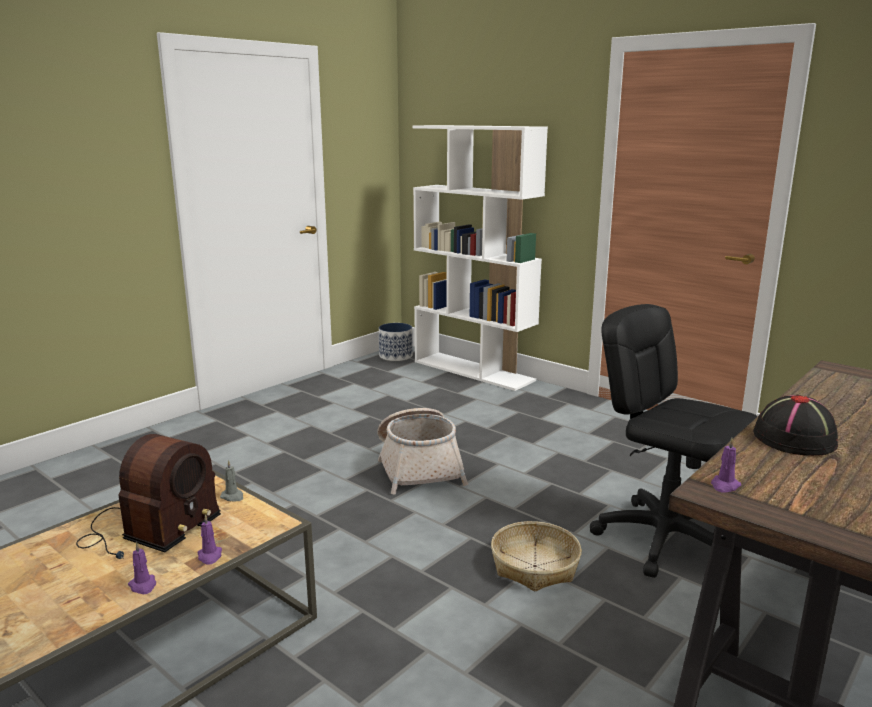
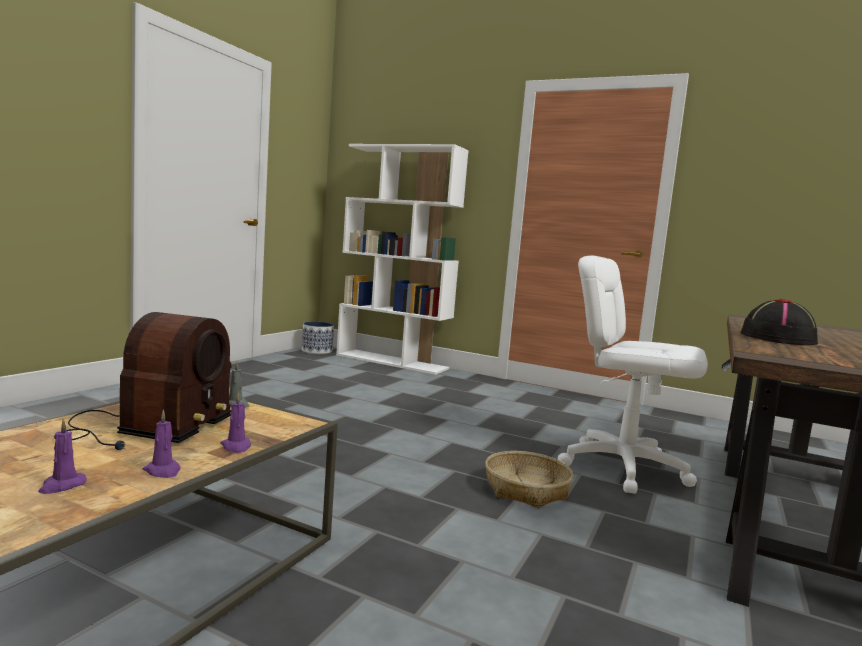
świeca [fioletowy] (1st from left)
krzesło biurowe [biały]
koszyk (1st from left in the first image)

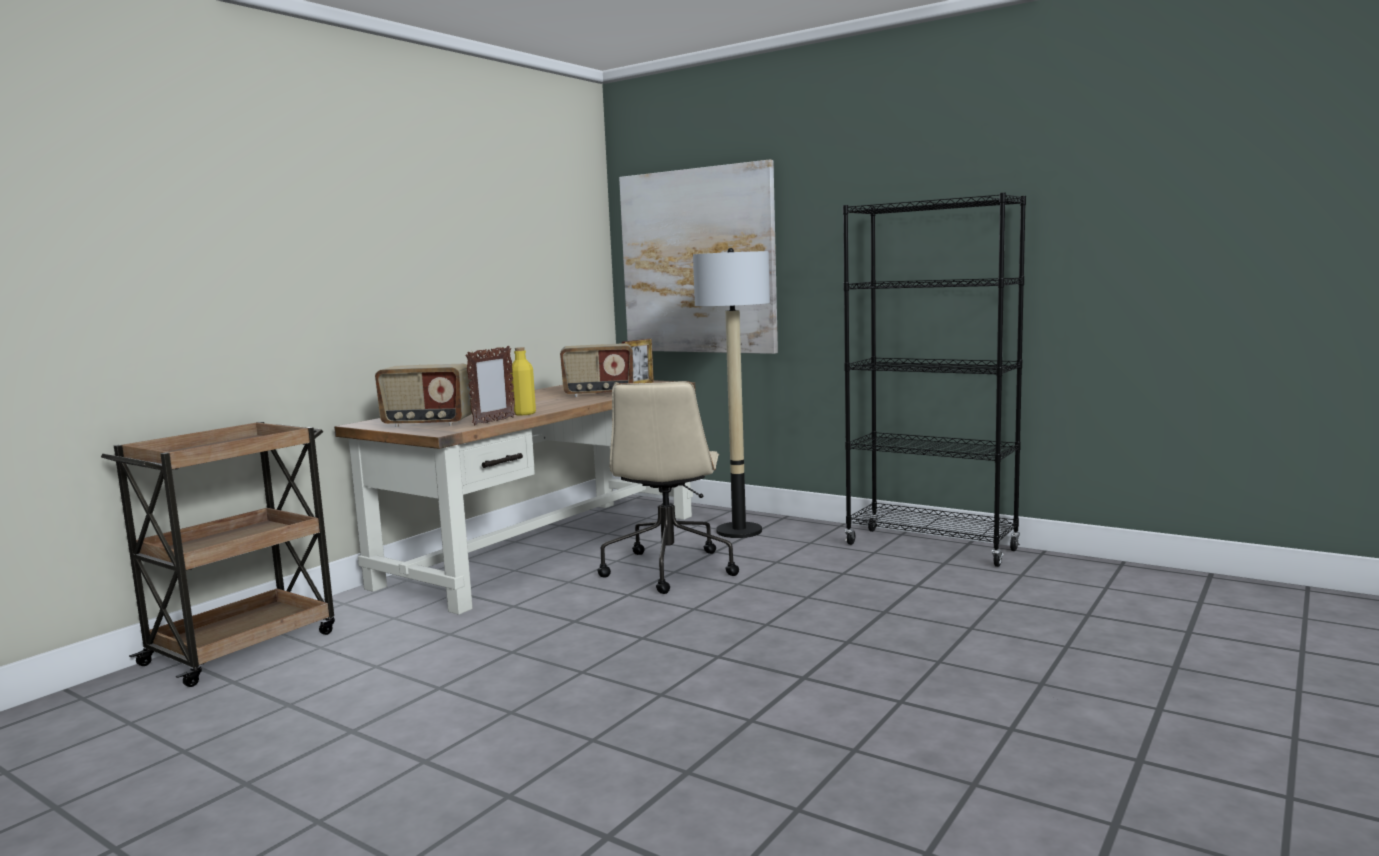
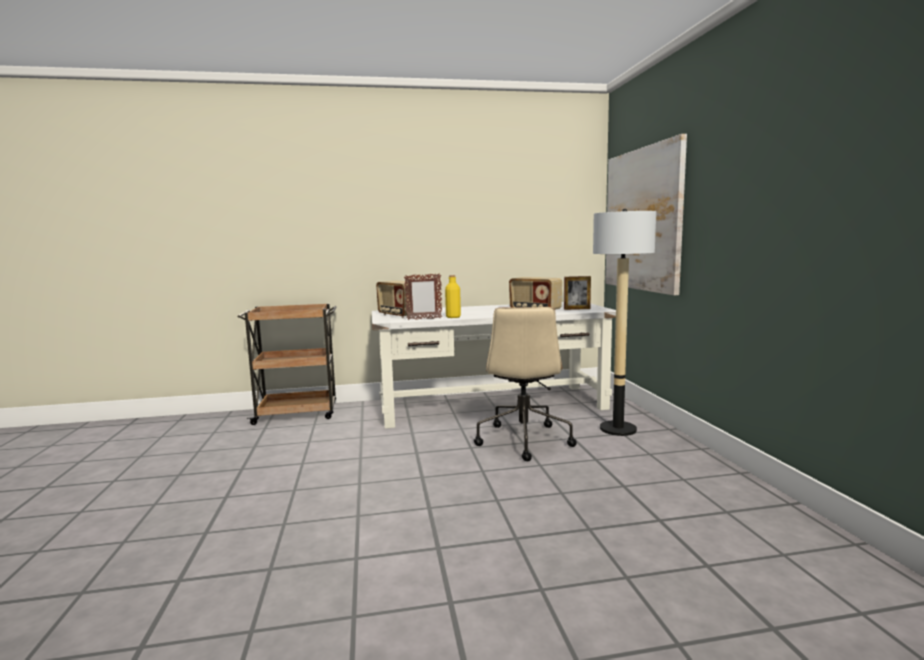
biurko [biały]
krzesło biurowe [beżowy]
regał [czarny]

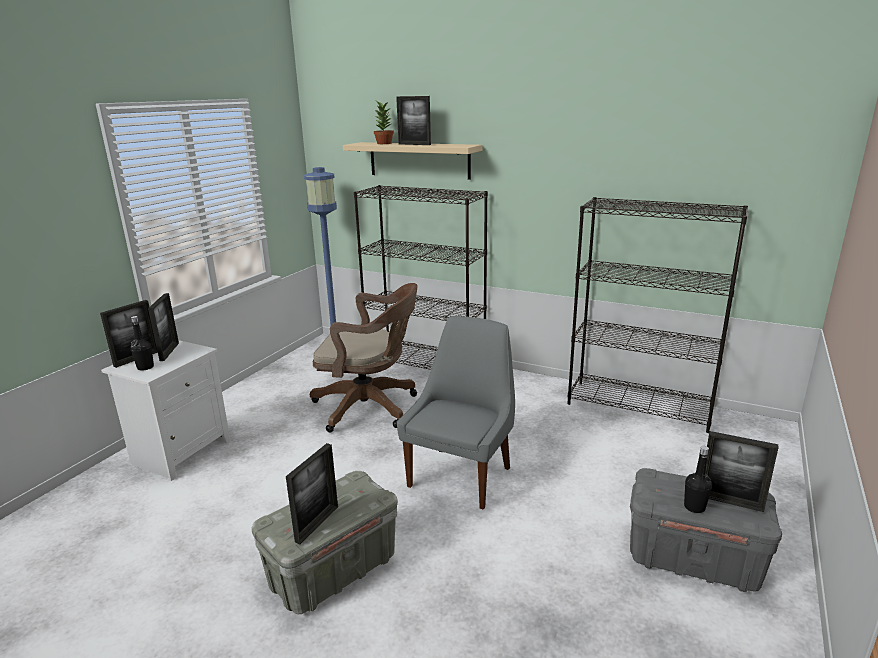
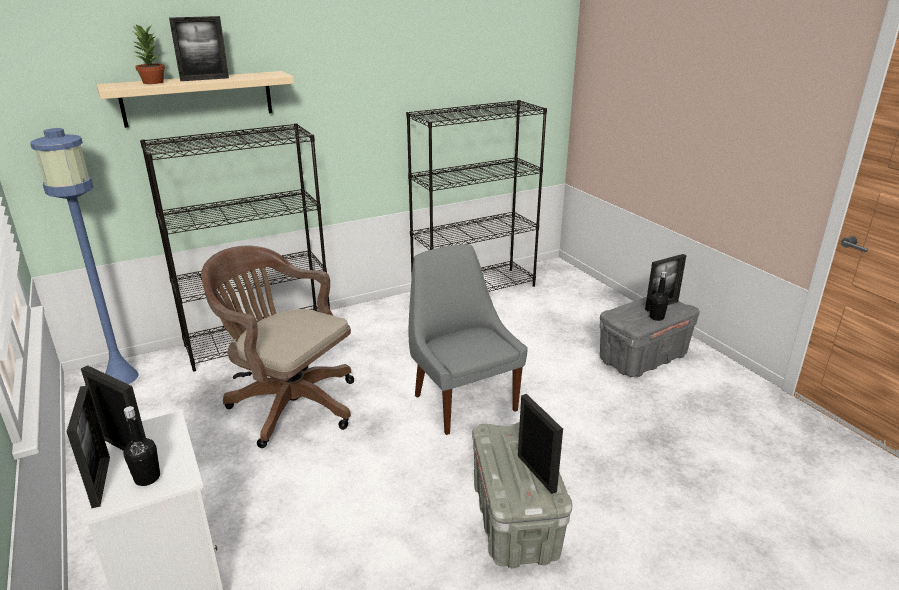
krzesło biurowe [brązowy]

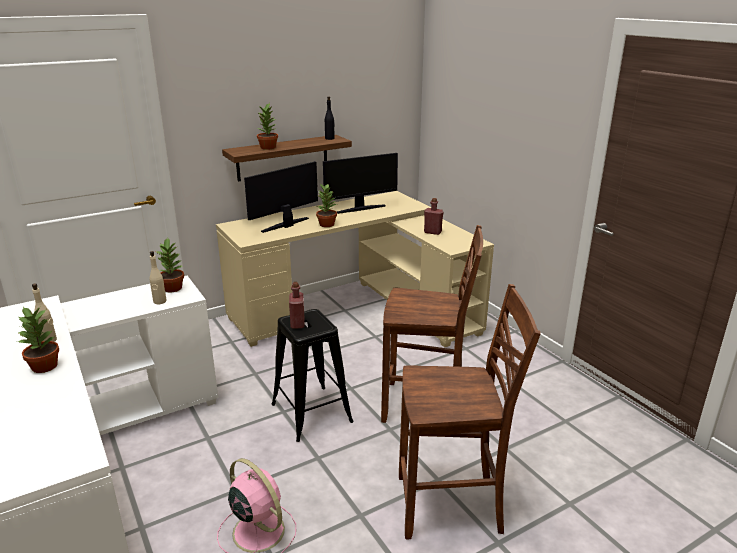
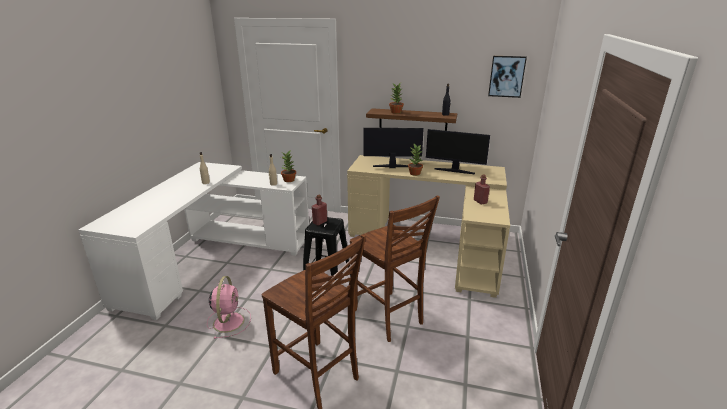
obraz
roślina doniczkowa (1st from left in the first image)

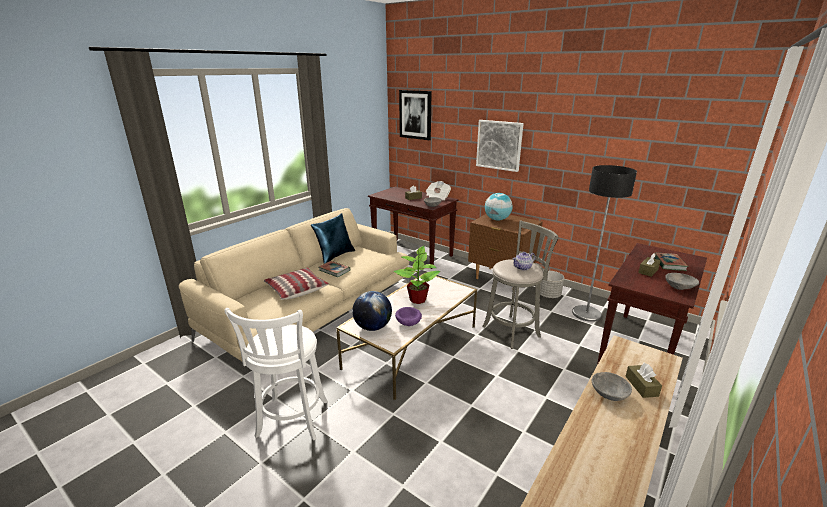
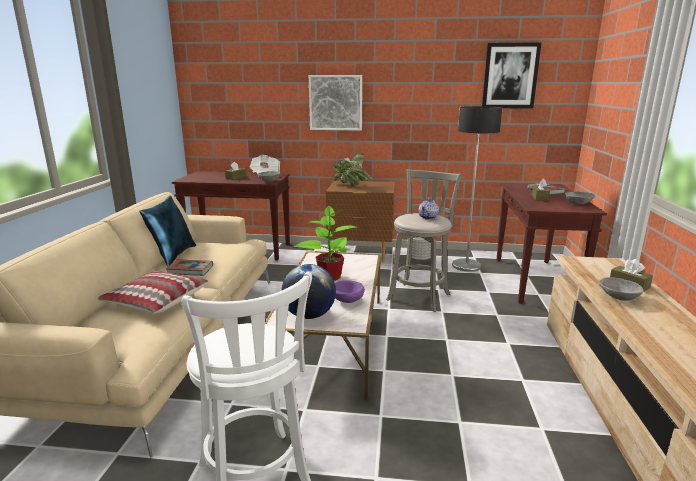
roślina doniczkowa (2nd from left)
obraz (2nd from left)

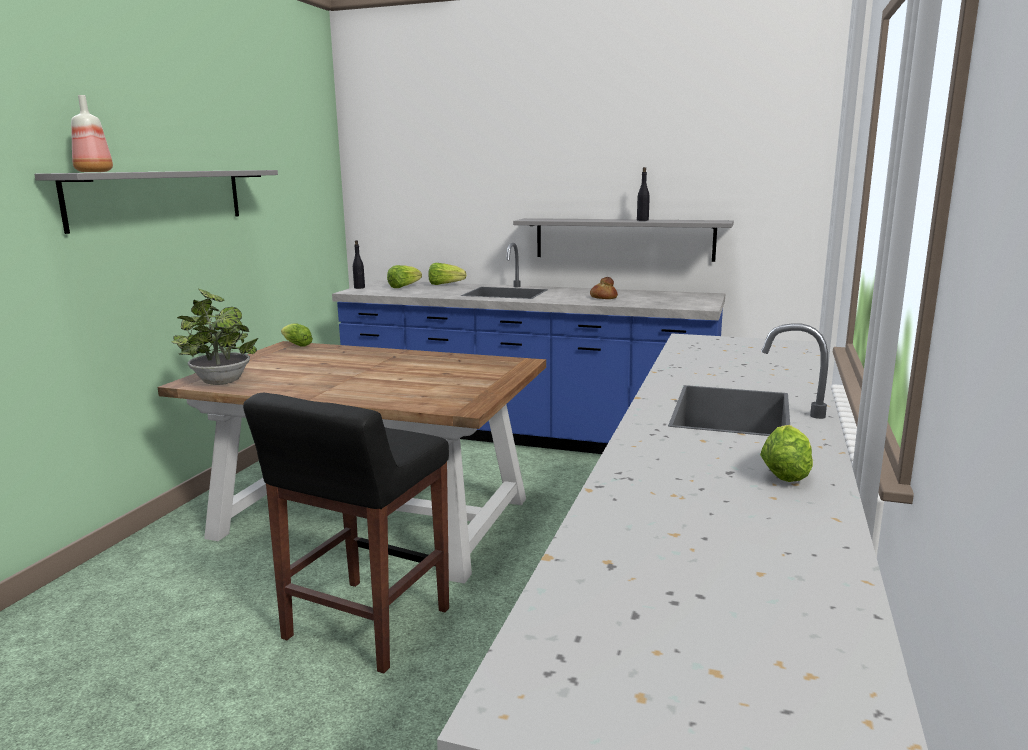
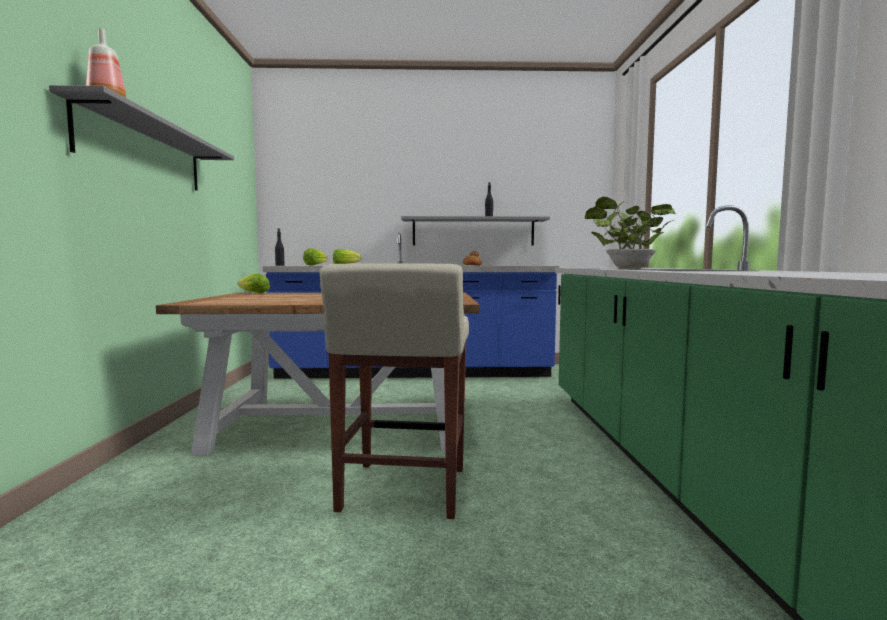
stołek [beżowy]
roślina doniczkowa
sałata (4th from left in the first image)

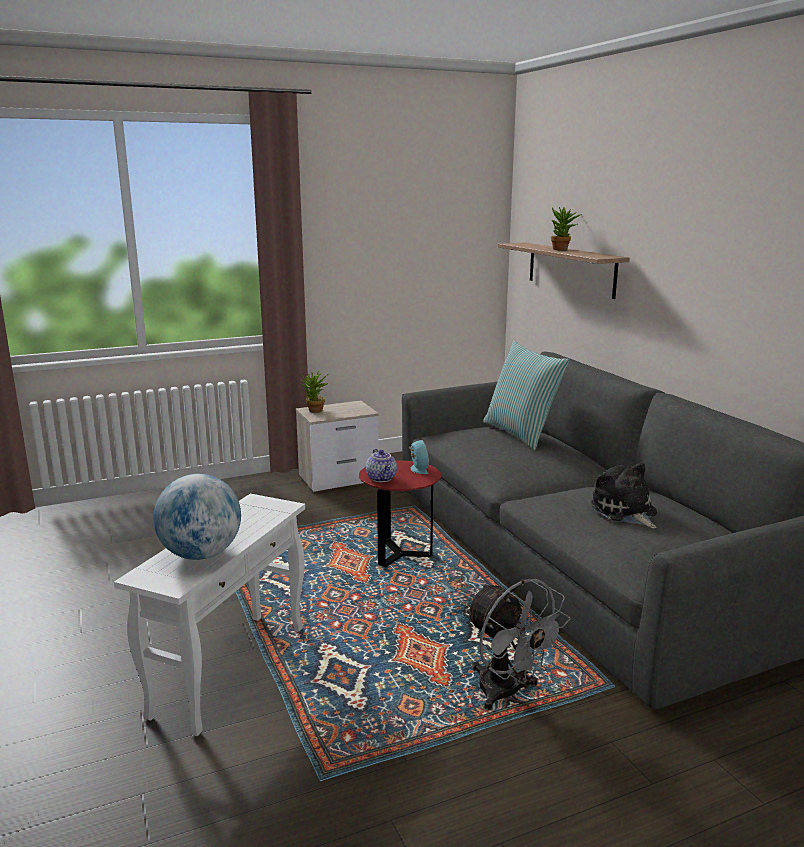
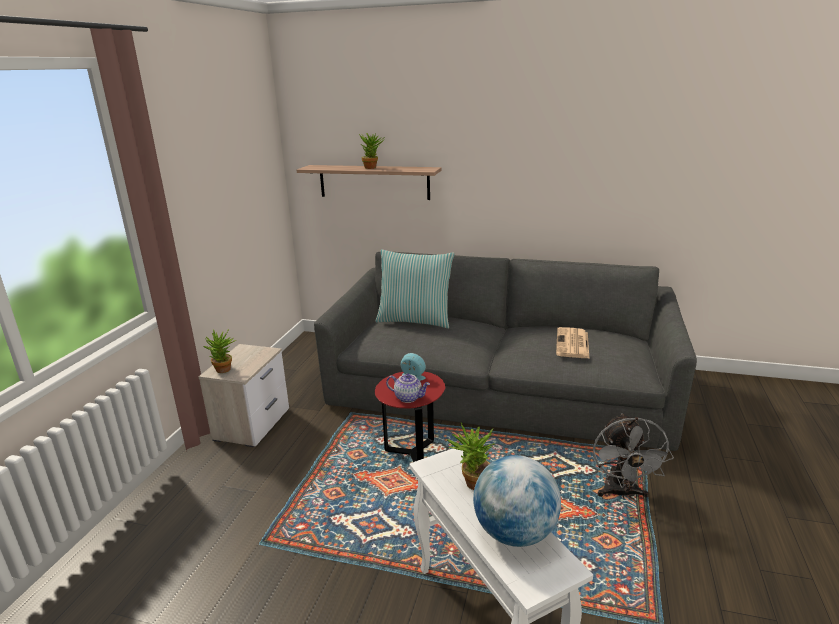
roślina doniczkowa (3rd from left)
gazeta
wentylator [szary]

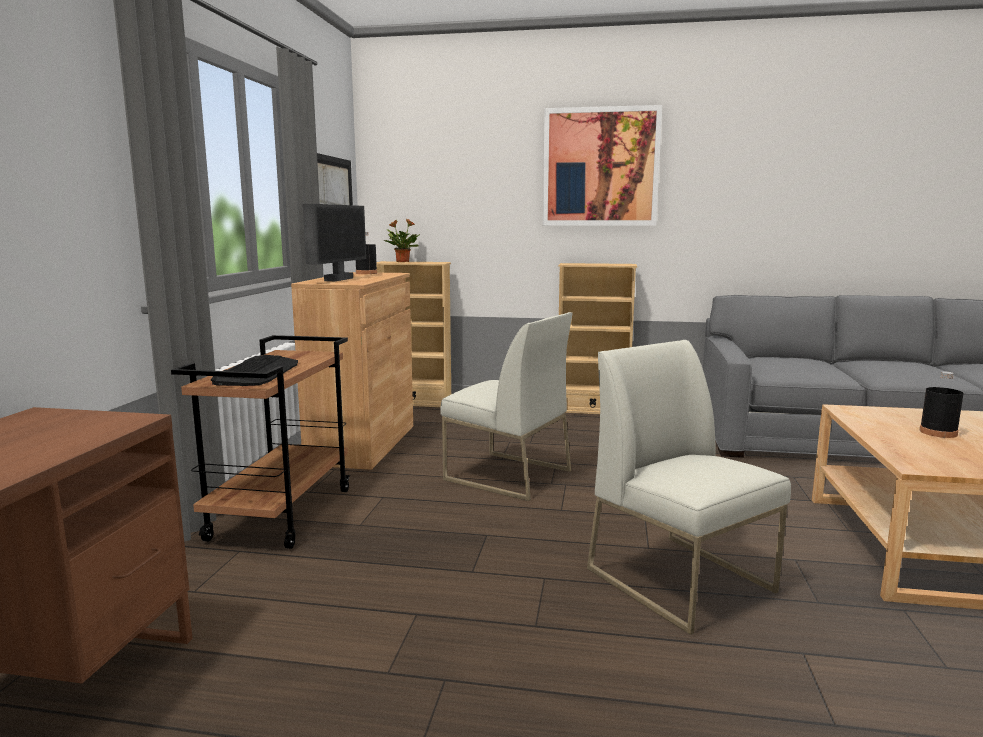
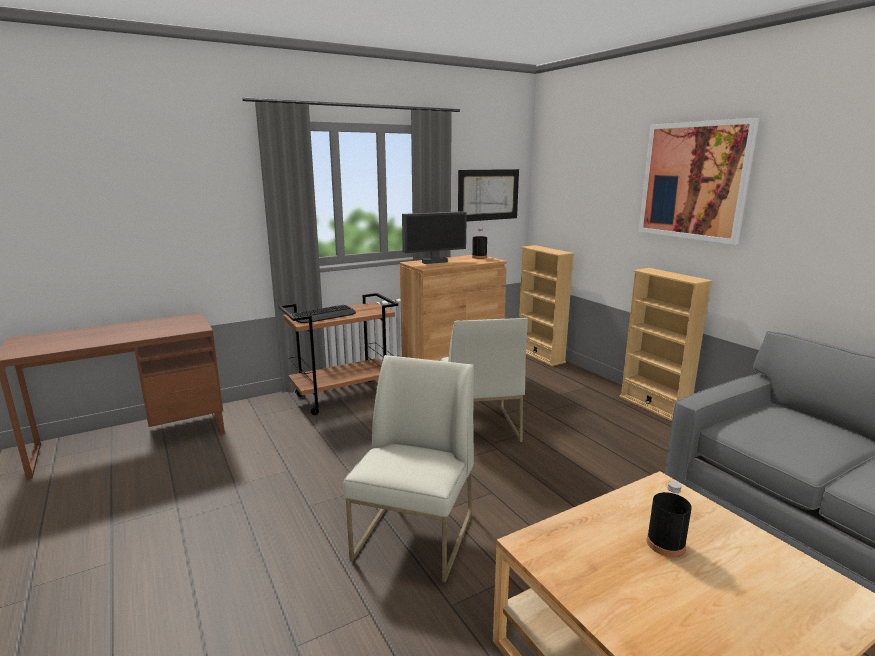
roślina doniczkowa

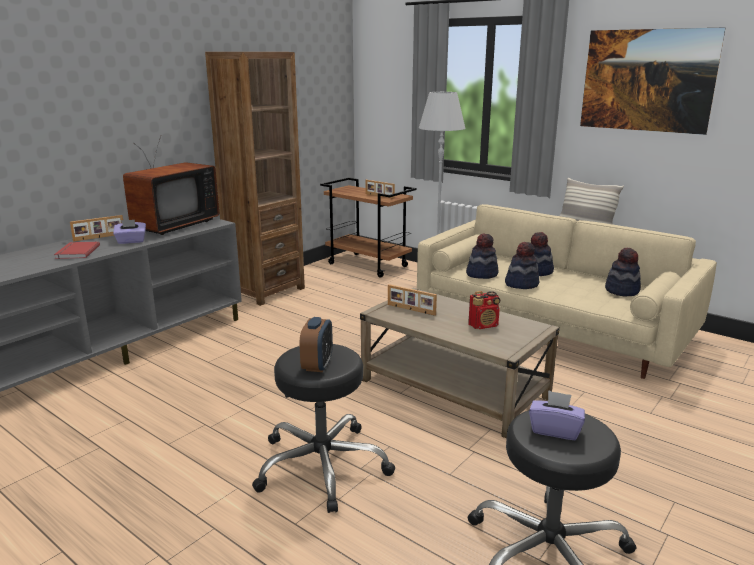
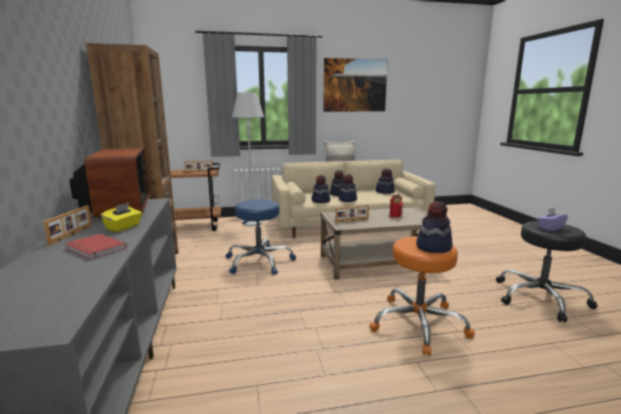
pudełko chusteczek [żółty]
stołek [niebieski]
stołek [pomarańczowy]
kapelusz (5th from left)

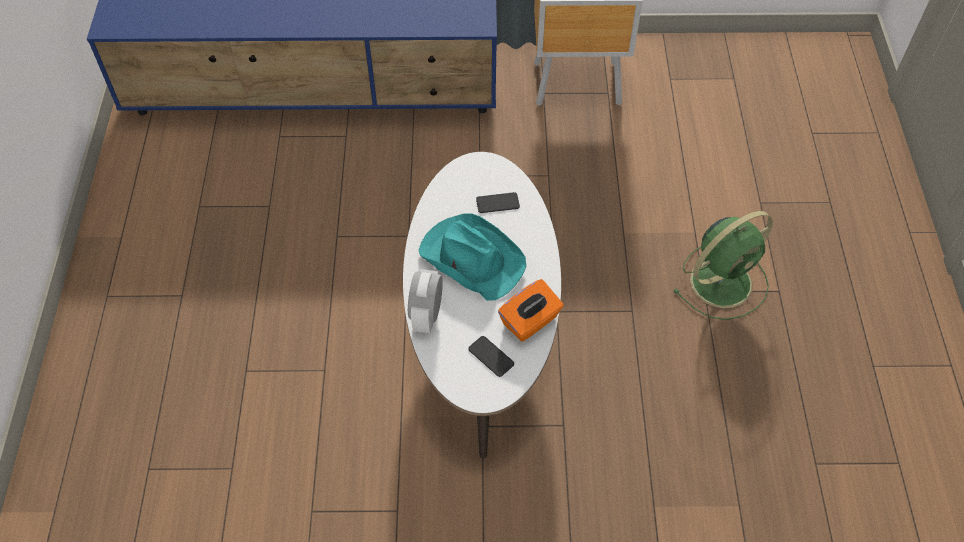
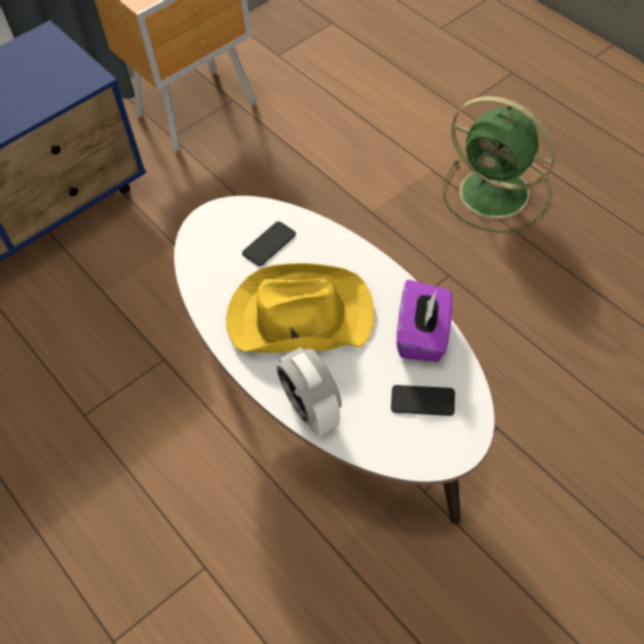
kapelusz [żółty]
pudełko chusteczek [fioletowy]
wentylator [zielony]

